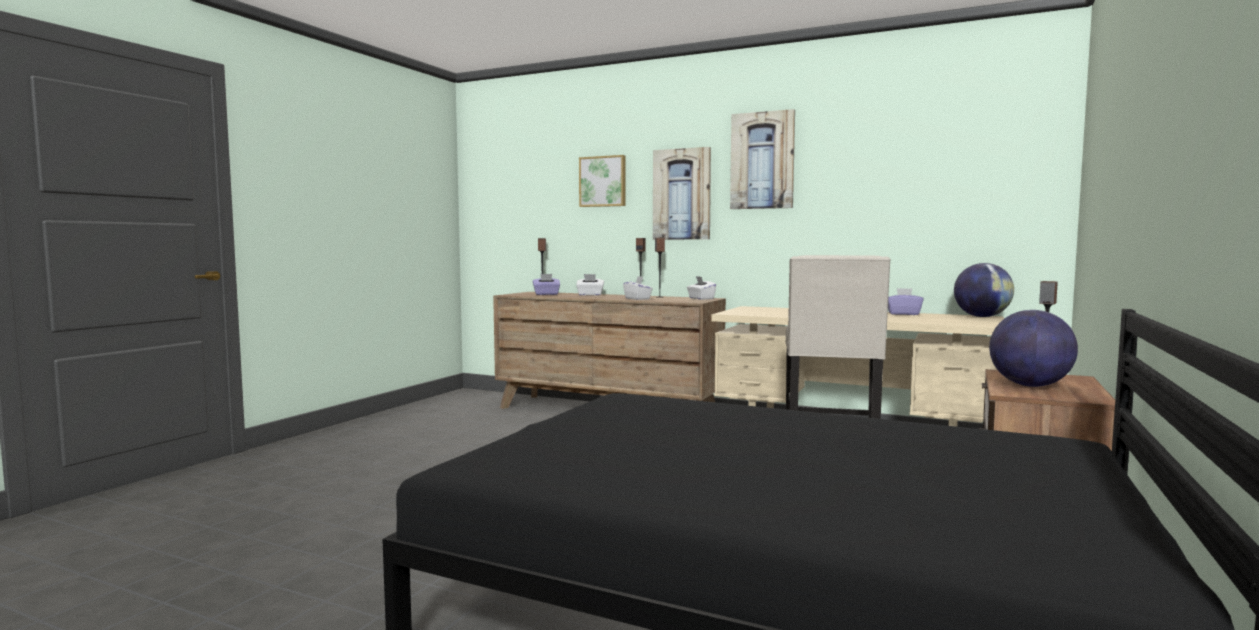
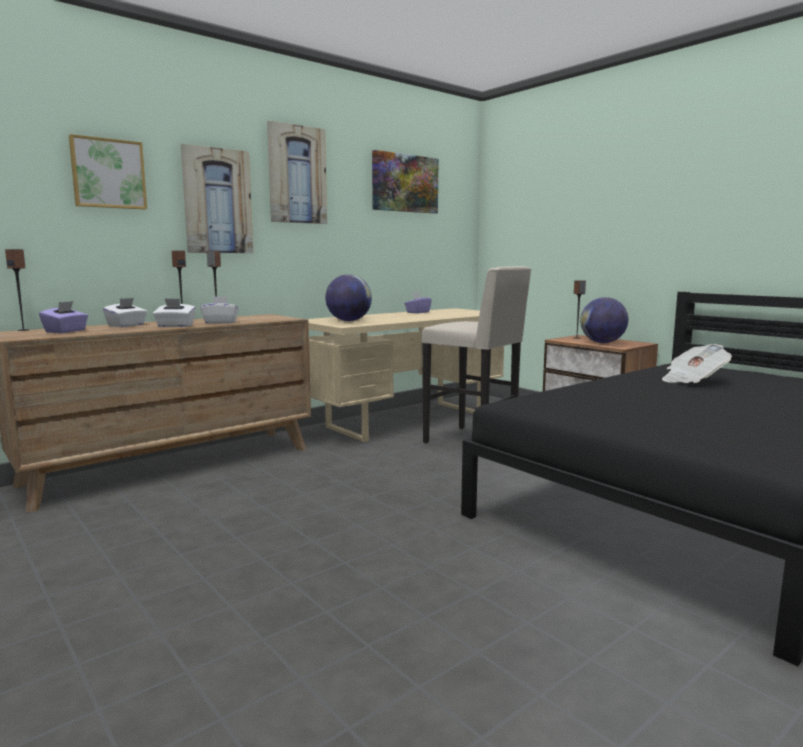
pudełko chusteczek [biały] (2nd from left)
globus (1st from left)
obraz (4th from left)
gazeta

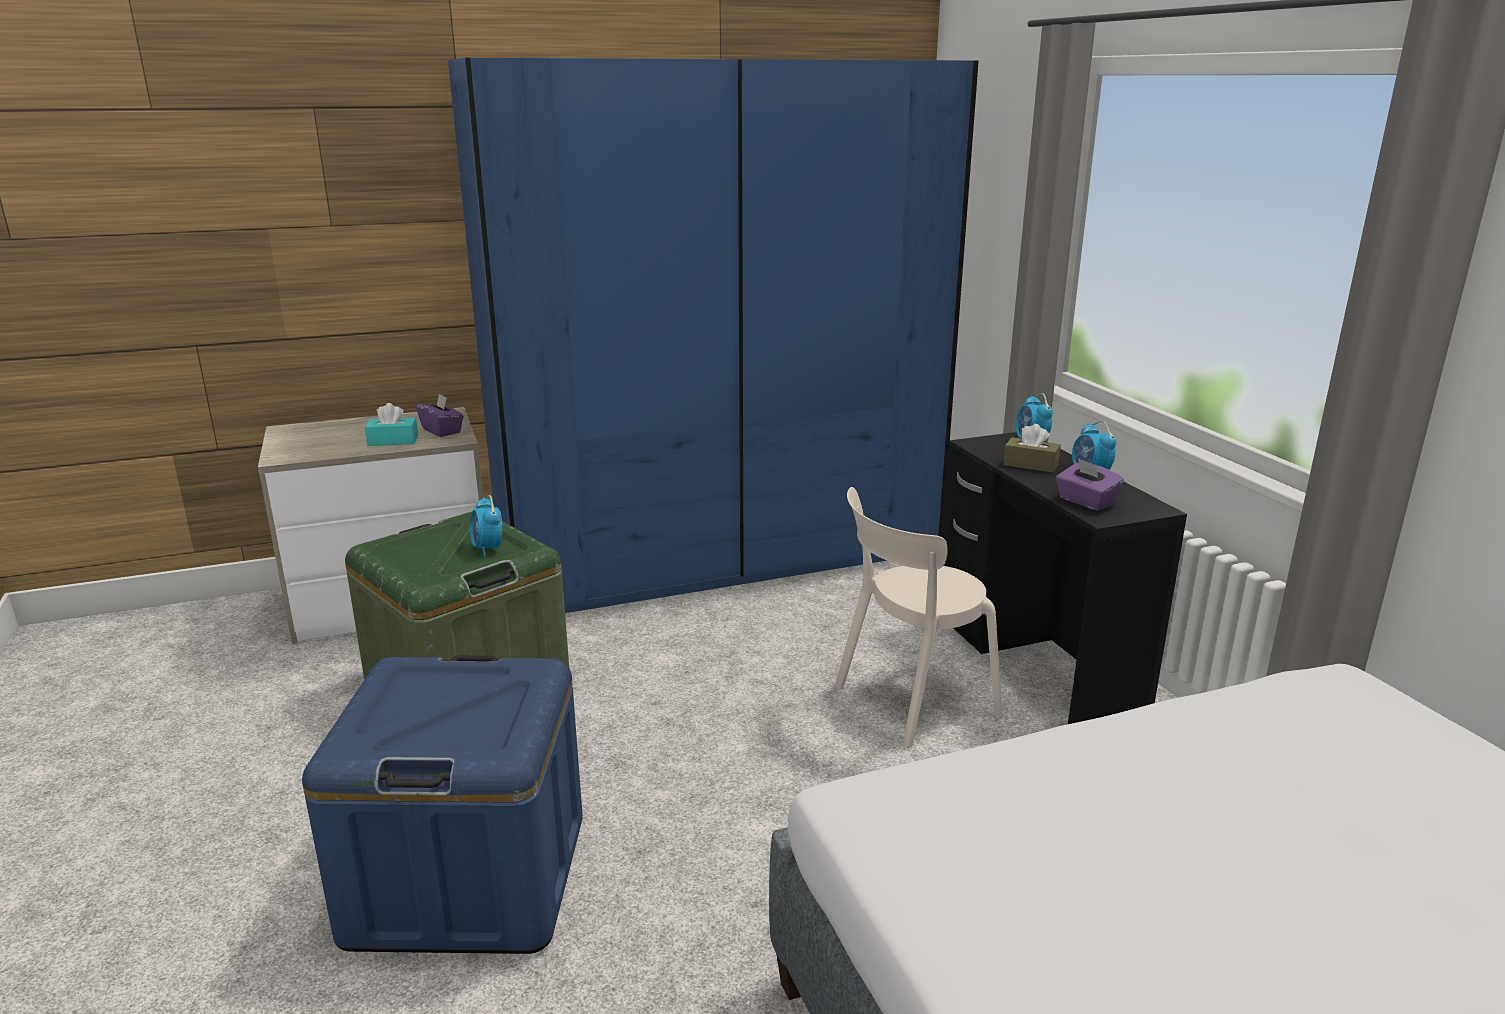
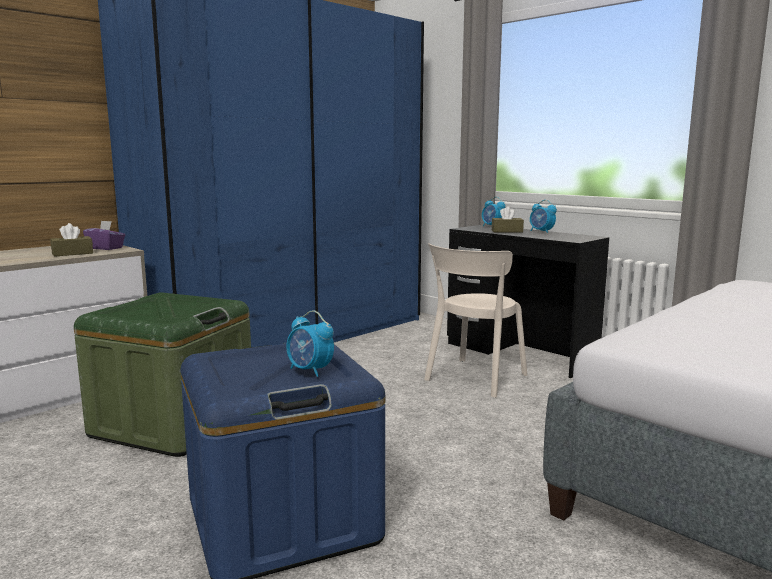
pudełko chusteczek [brązowy] (1st from left)
budzik (1st from left)
pudełko chusteczek [fioletowy] (2nd from left in the first image)

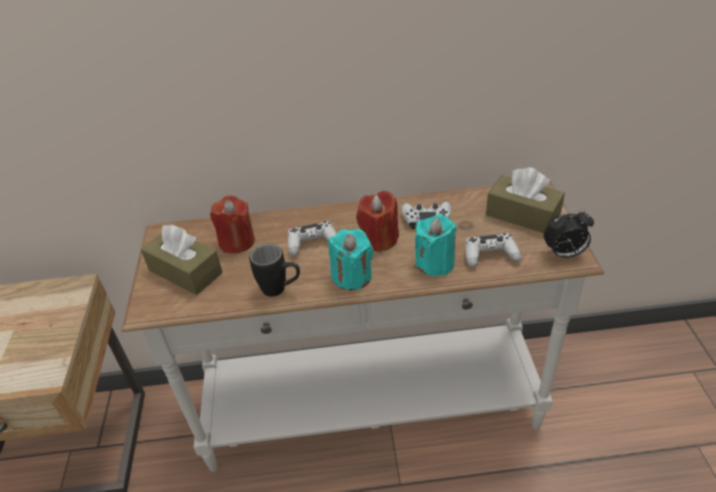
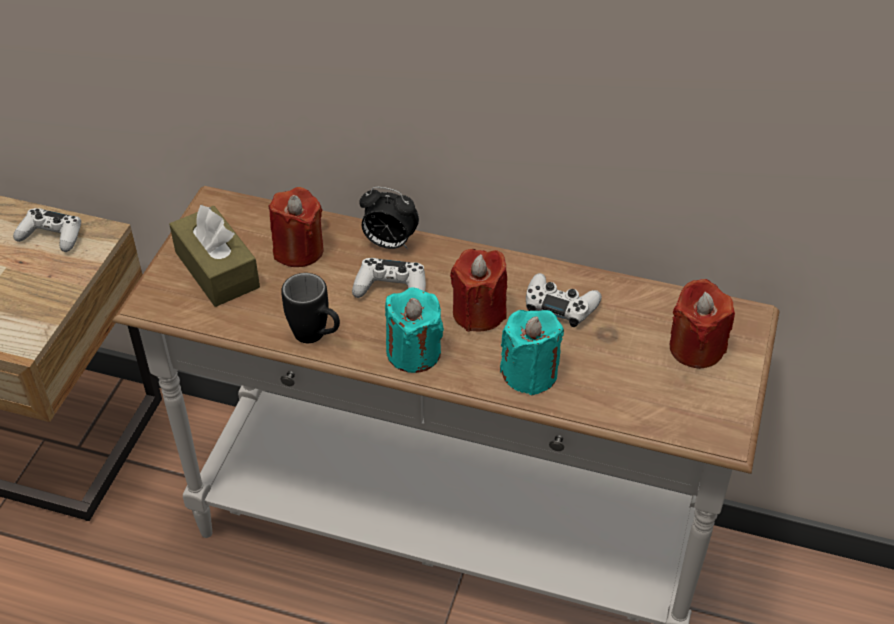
pad do gier [biały] (1st from left)
budzik
świeca [czerwony] (3rd from left)

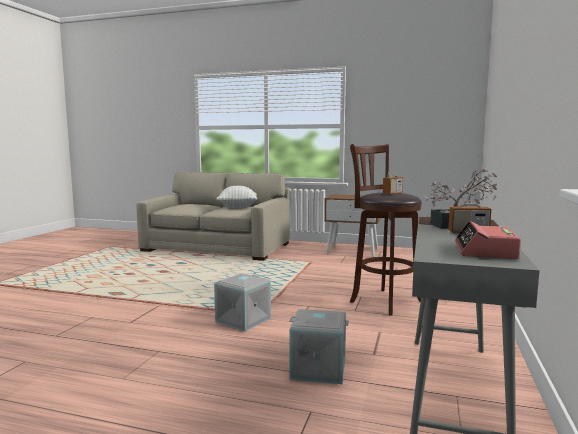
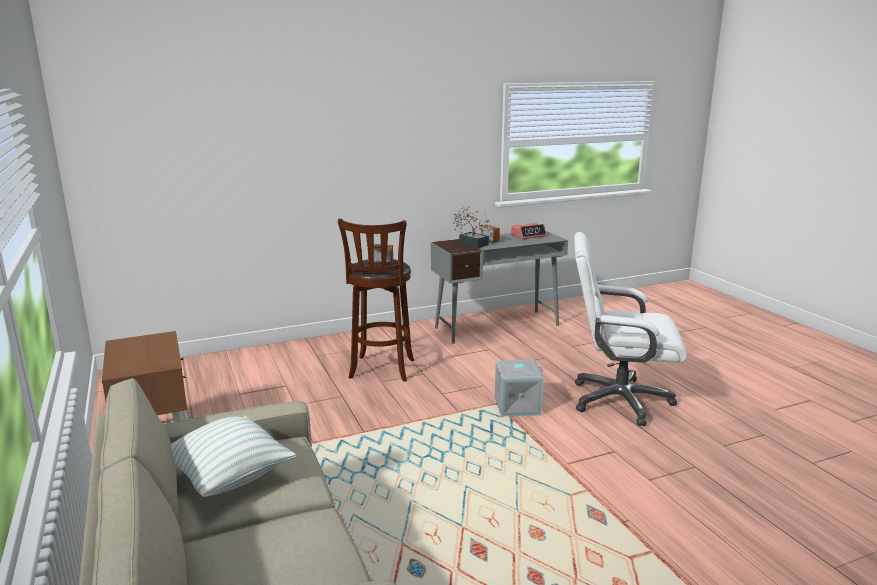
krzesło biurowe [biały]
pojemnik do przechowywania [szary] (2nd from left in the first image)

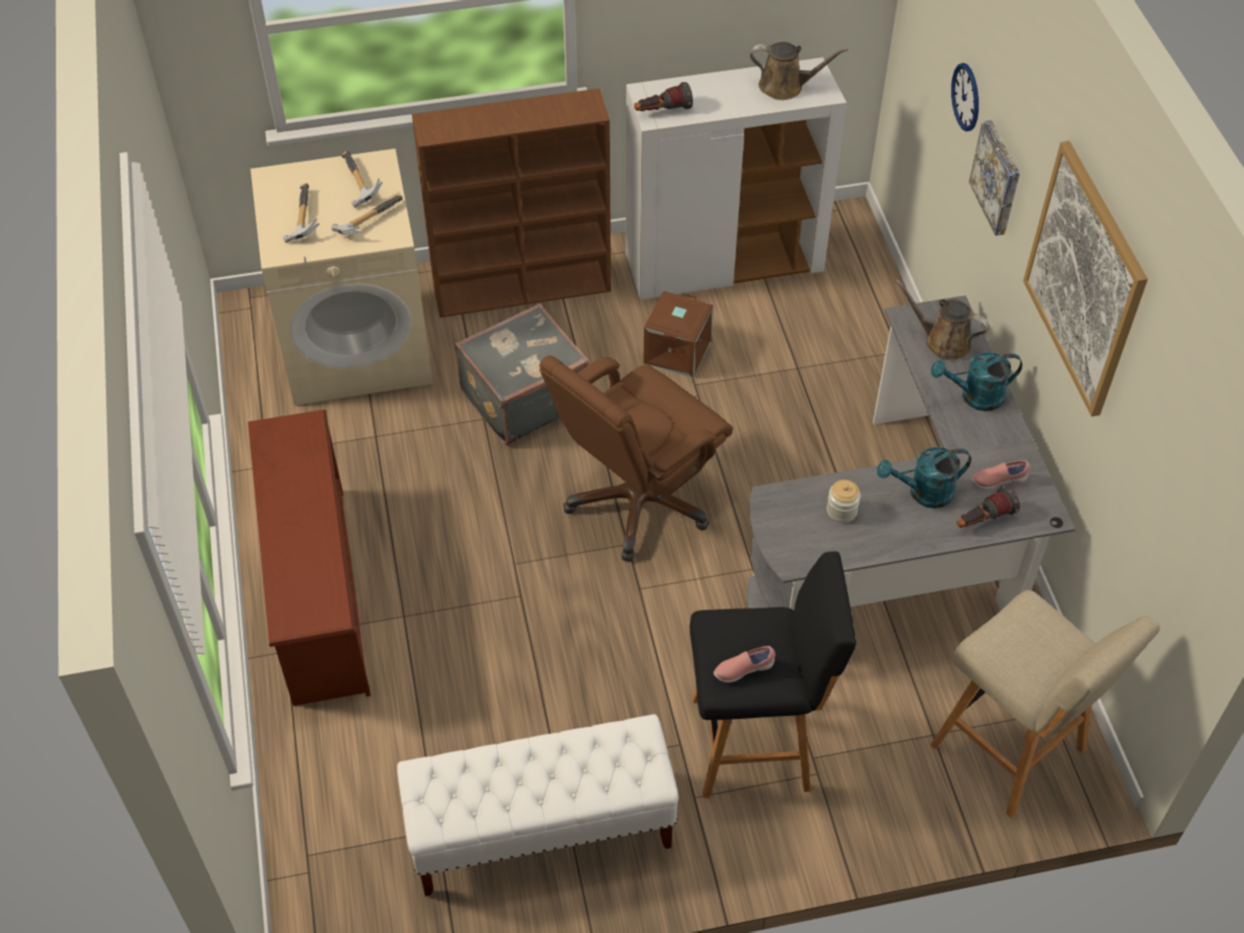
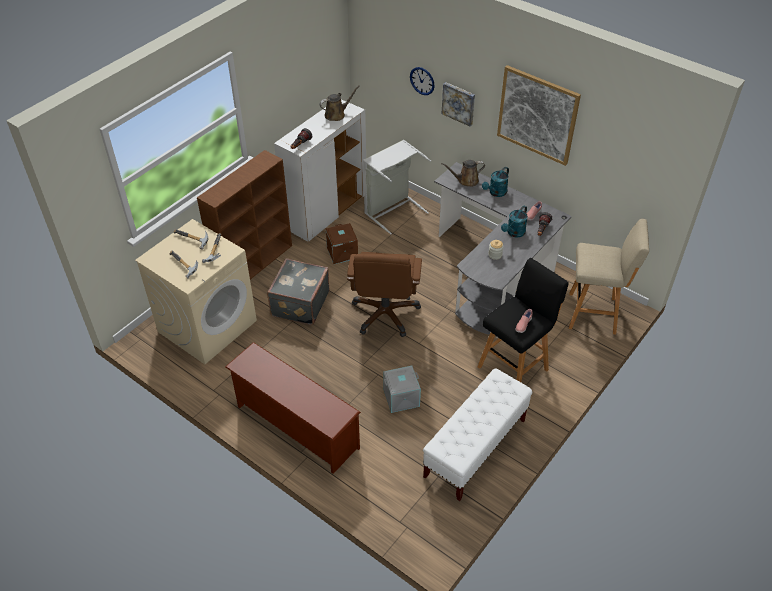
kosz na pranie [szary]
pojemnik do przechowywania [szary]

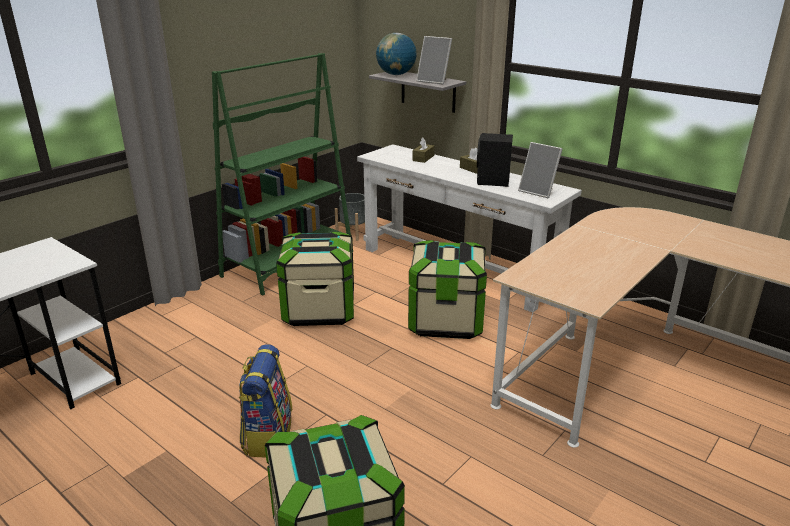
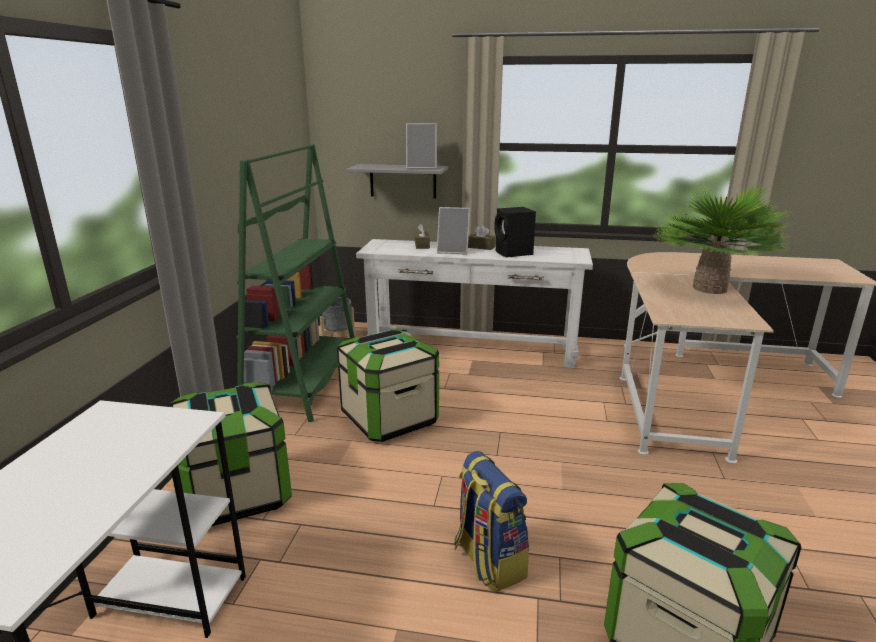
pojemnik do przechowywania (1st from left)
ramka na zdjęcie (2nd from left)
roślina doniczkowa
globus

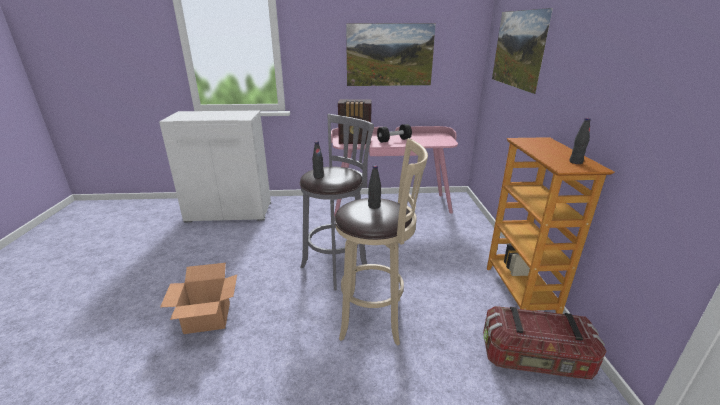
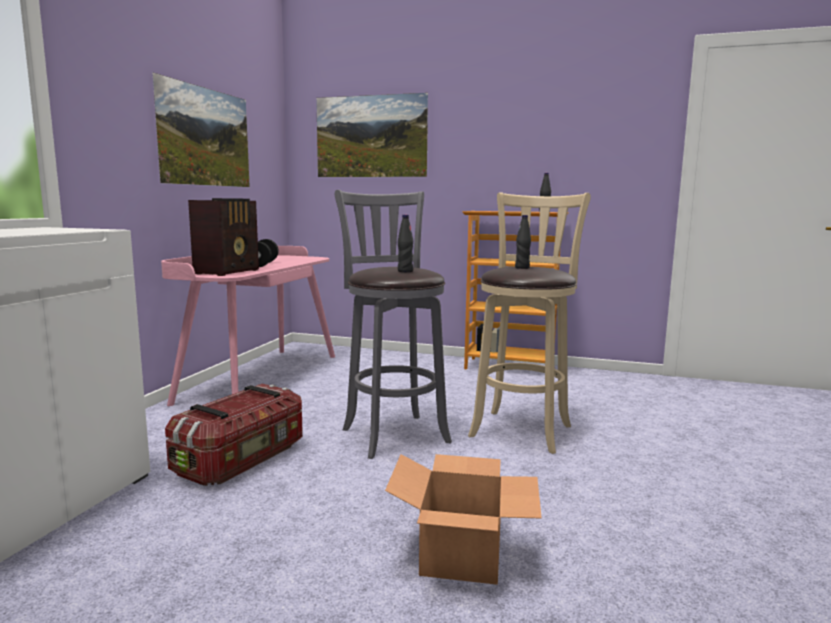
pojemnik do przechowywania

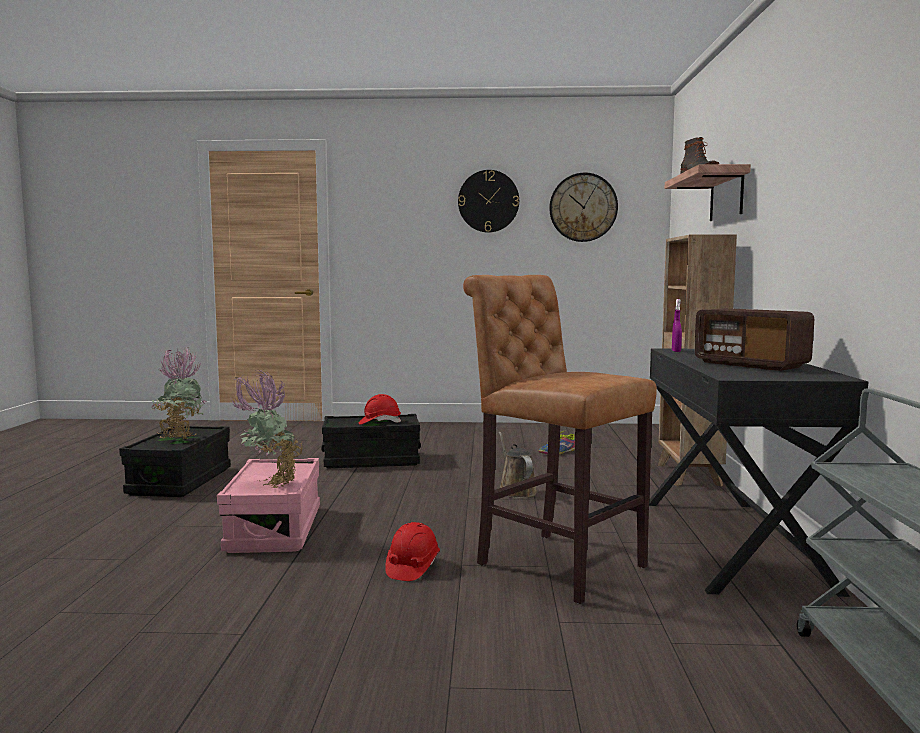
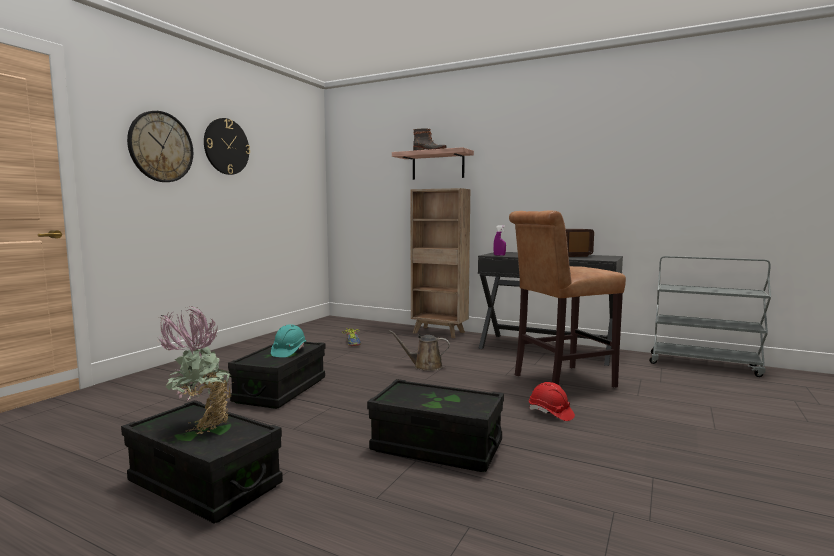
zegar ścienny (1st from left)
kask [turkusowy]
pojemnik do przechowywania [czarny] (3rd from left)
roślina doniczkowa (2nd from left in the first image)

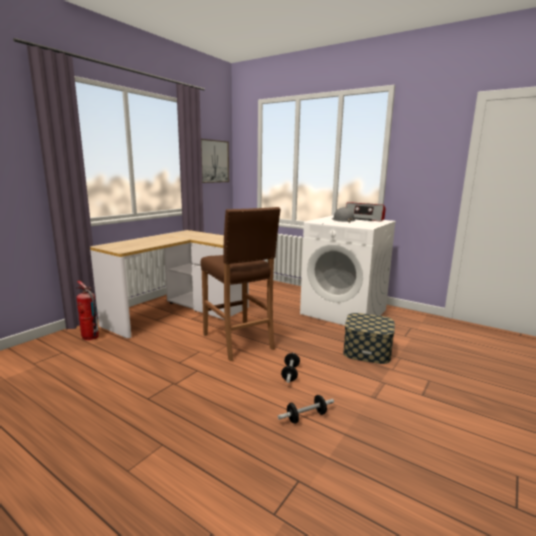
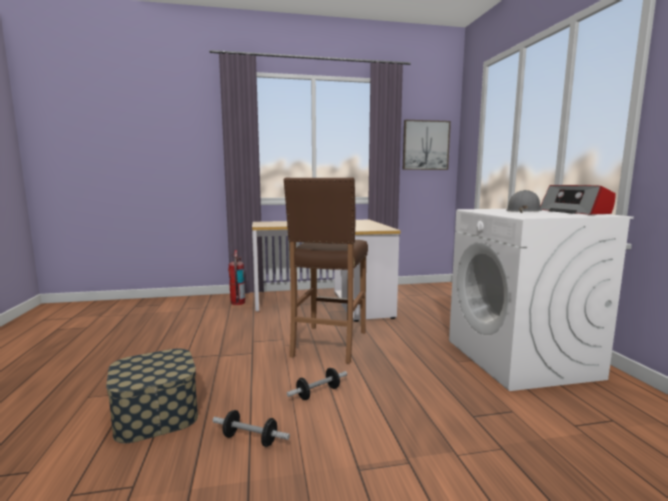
pojemnik do przechowywania

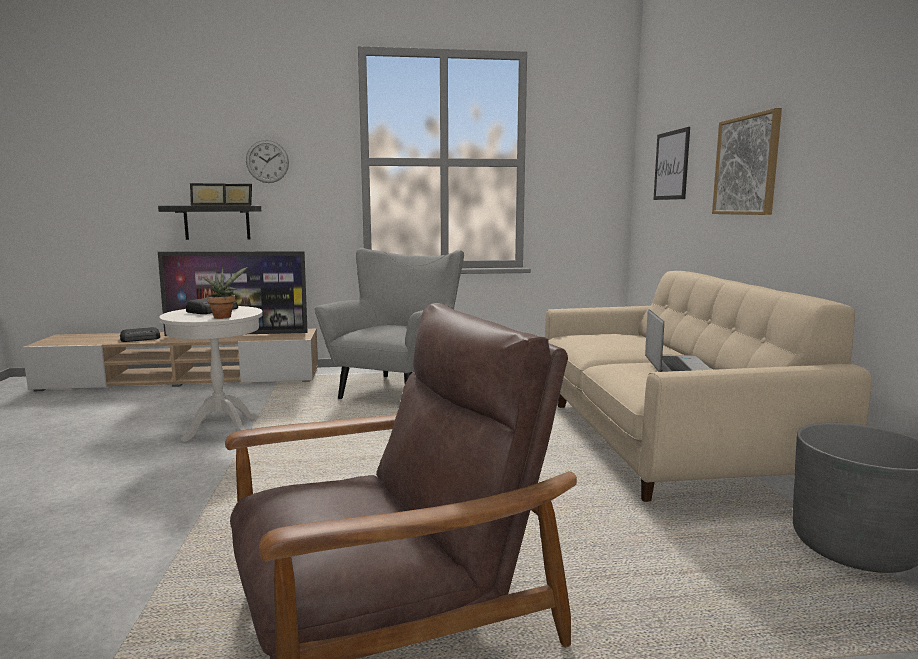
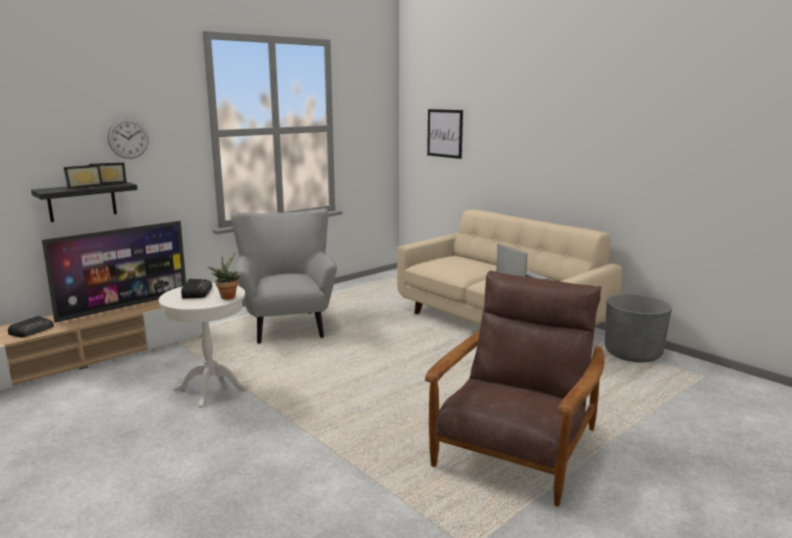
obraz (2nd from left in the first image)

